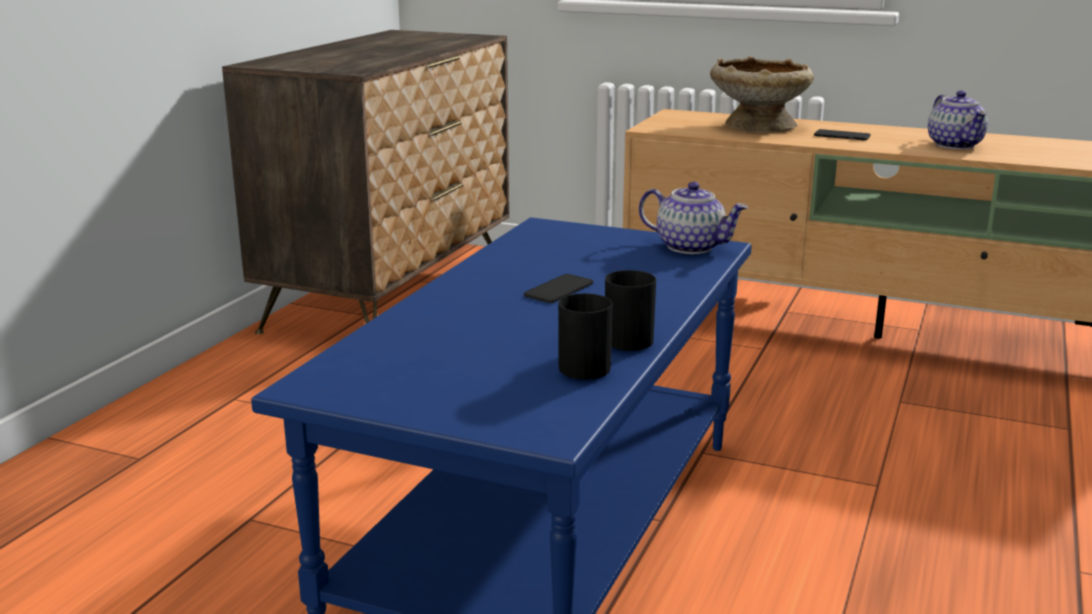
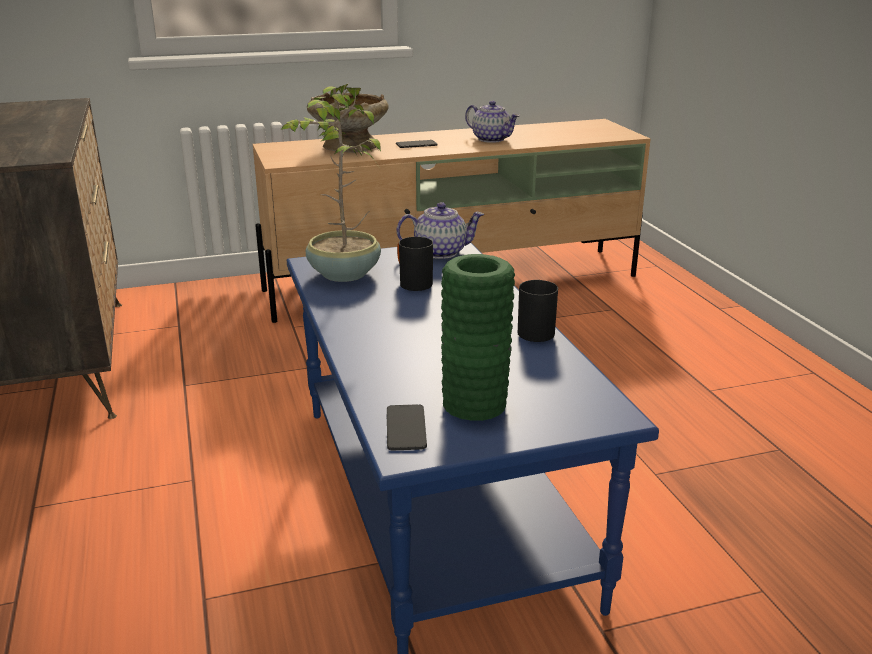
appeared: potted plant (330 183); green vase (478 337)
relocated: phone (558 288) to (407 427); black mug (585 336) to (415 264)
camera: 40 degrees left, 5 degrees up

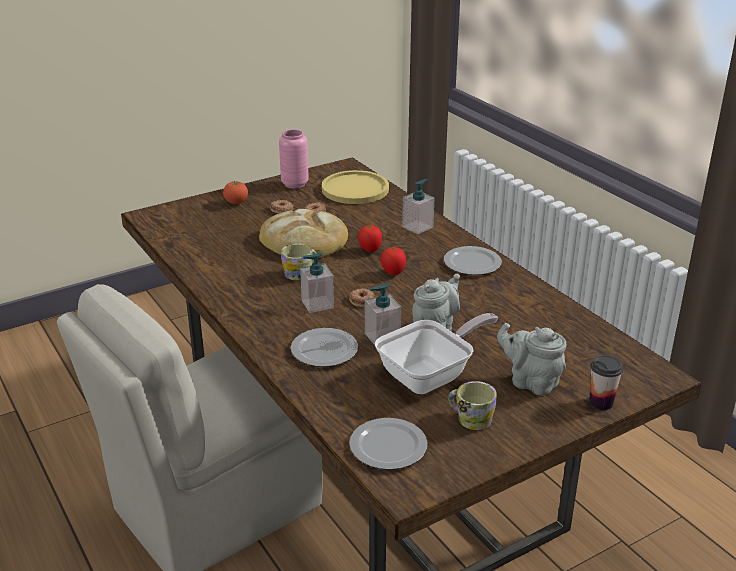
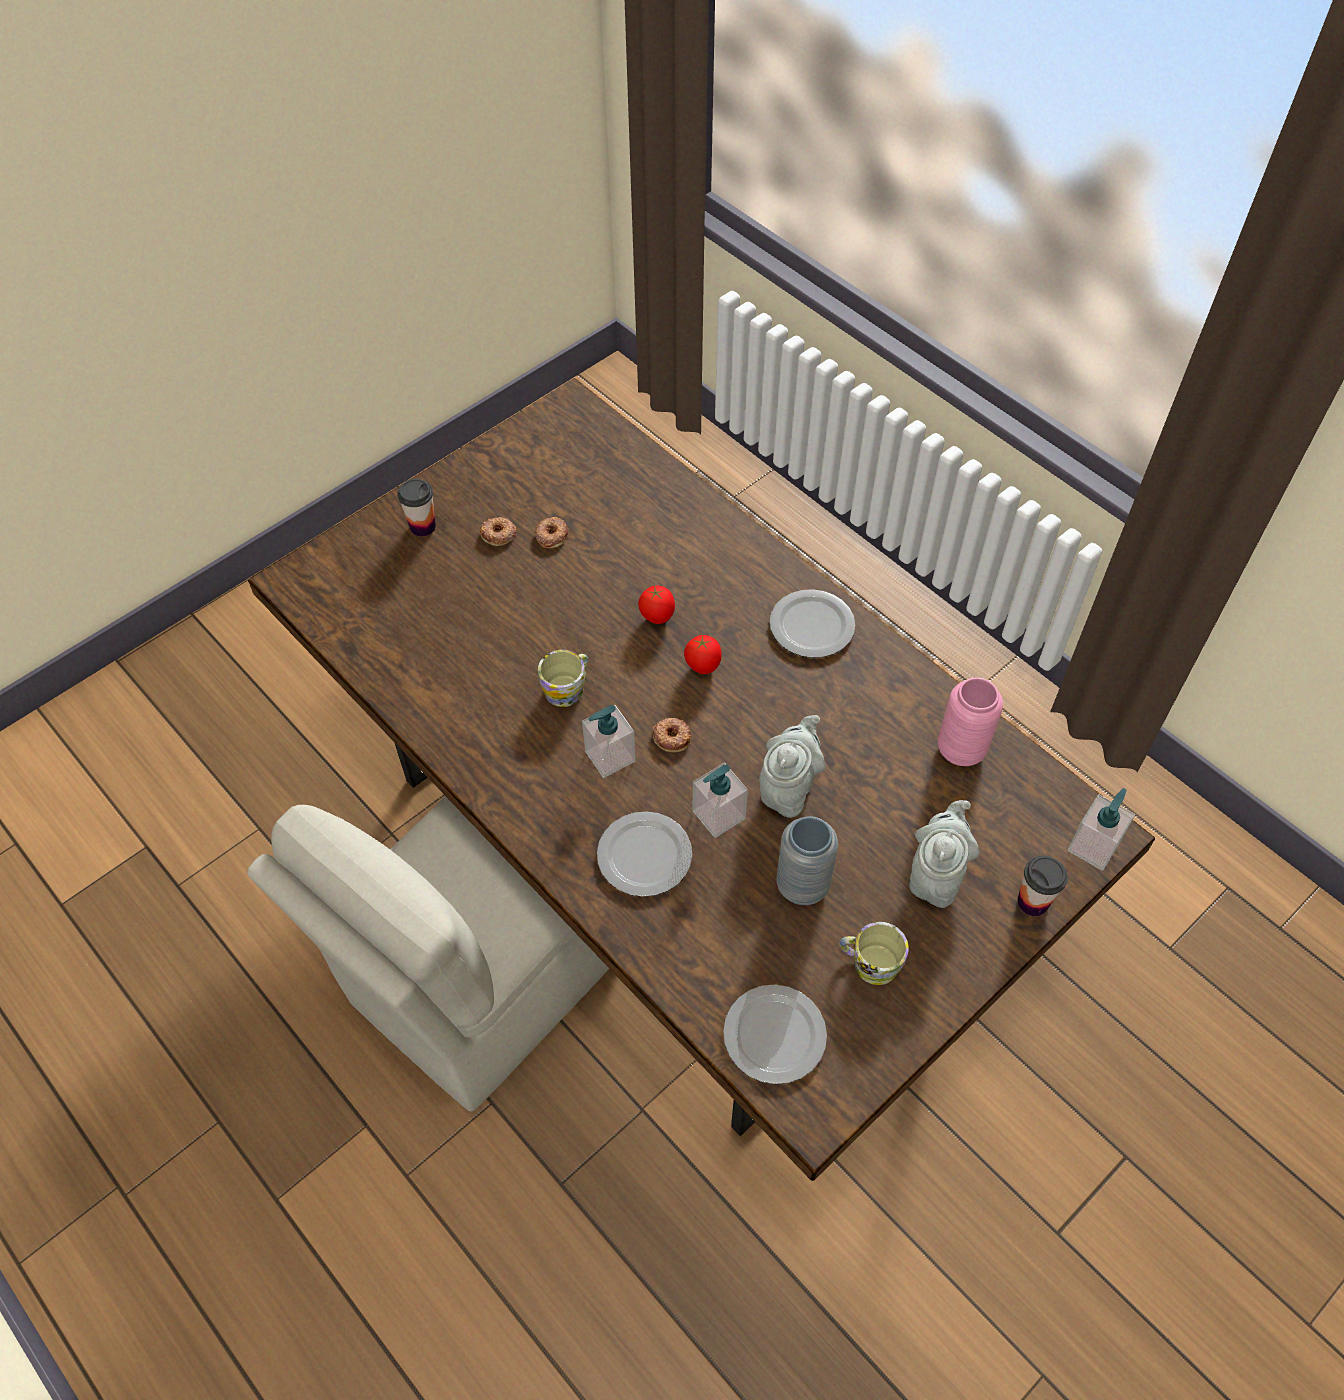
missing: bread (303 233); yellow plate (355 187)
relocated: pink vase (294 159) to (970 722); soap dispenser (418 206) to (1101 829)
exchanged: tomato (235 192) to cup (416 508); frying pan (436 353) to grey vase (807 860)
spun: grey teapot (531 359) = (944 854) 90 degrees clockwise
camera: 10 degrees left, 25 degrees up

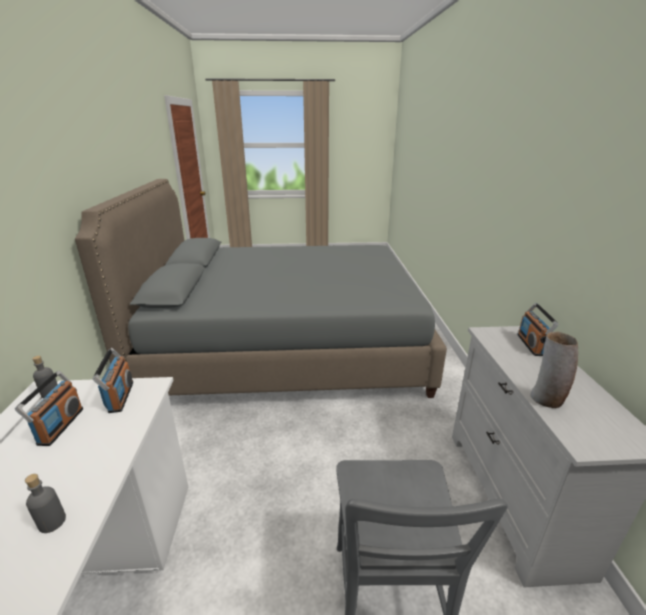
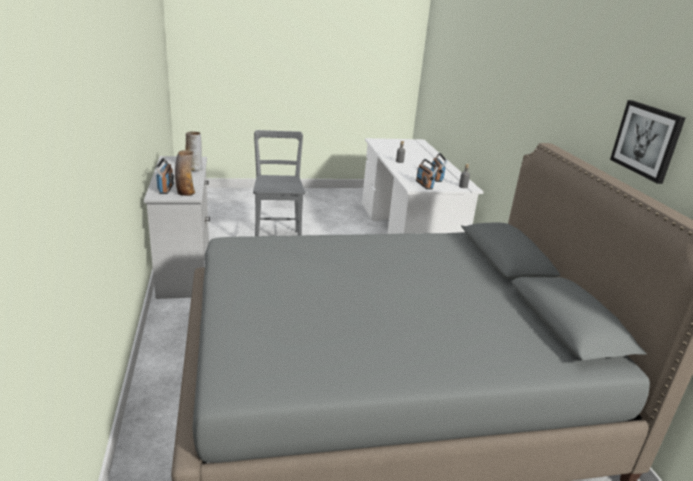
appeared: vase (185 173); picture (648 142)
camera: 170 degrees right, 0 degrees up

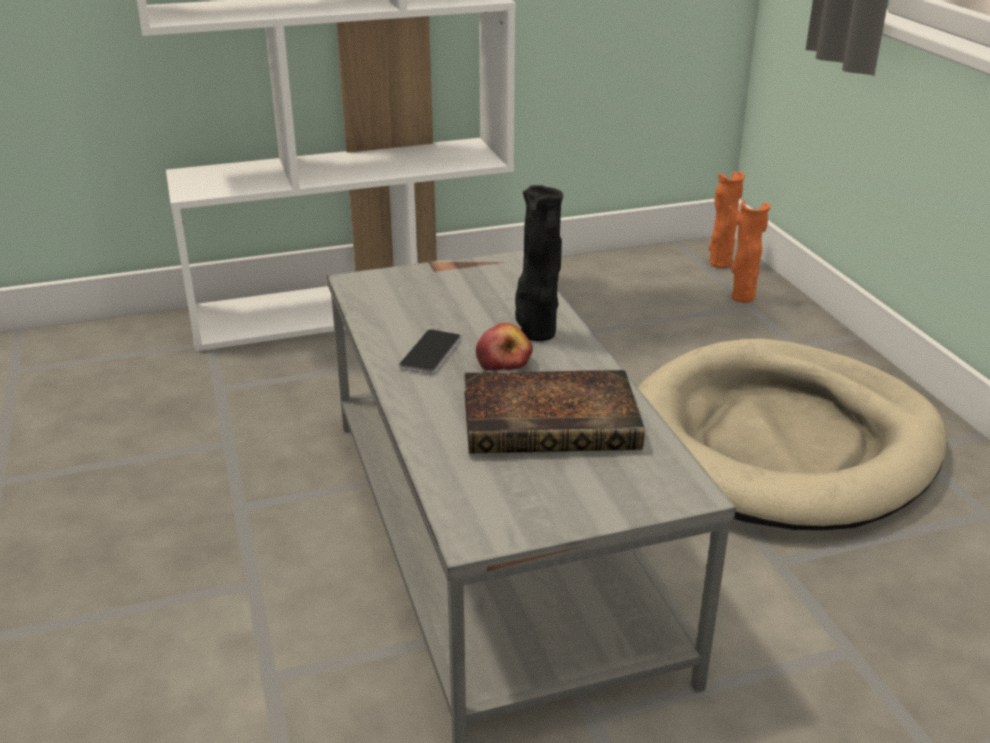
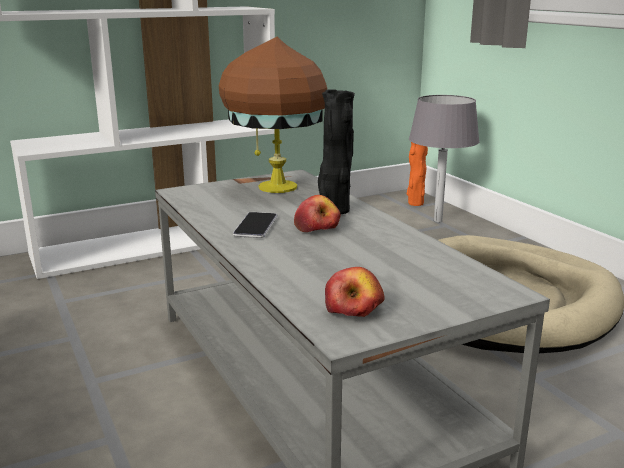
missing: book (554 412)
appeared: brown table lamp (273 115); apple (355 292)
exchanged: orange vase (751 251) to grey table lamp (444 158)
camera: 10 degrees left, 10 degrees down

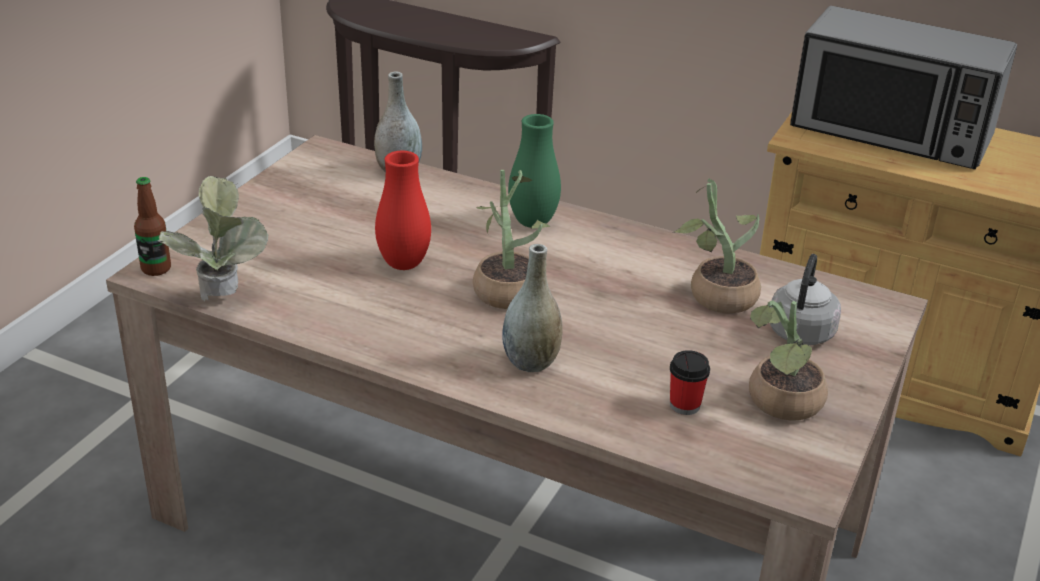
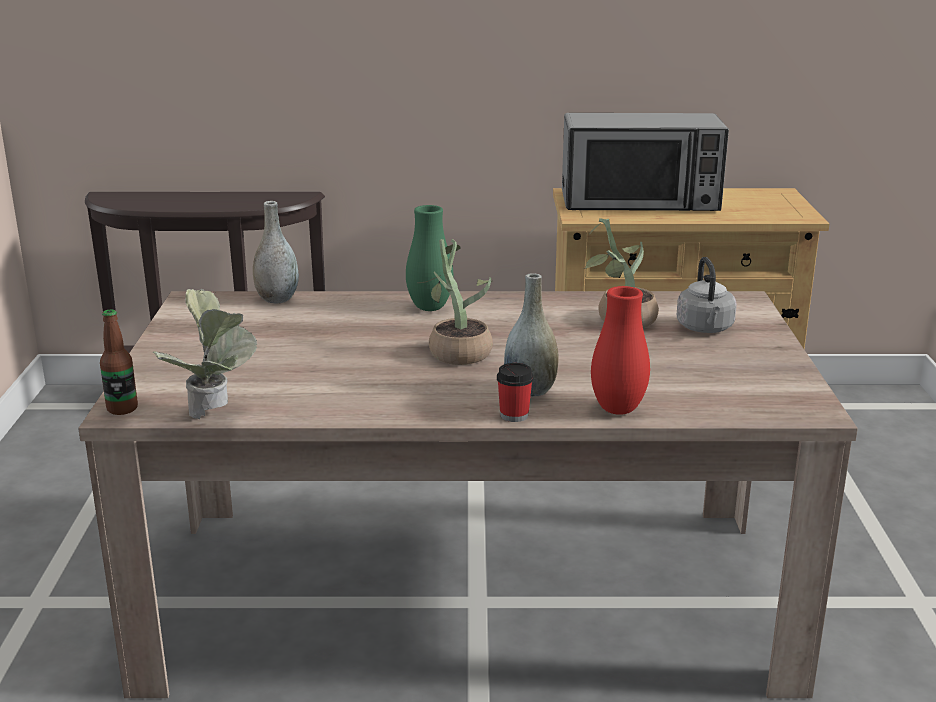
missing: potted plant (788 361)
relocated: red vase (403 210) to (620 350); cup (690 382) to (515 392)
camera: 25 degrees left, 10 degrees down

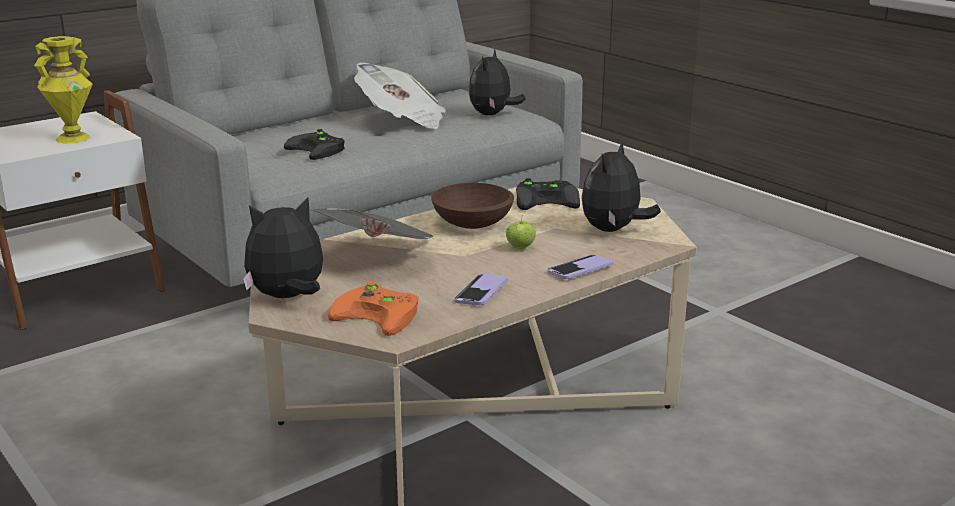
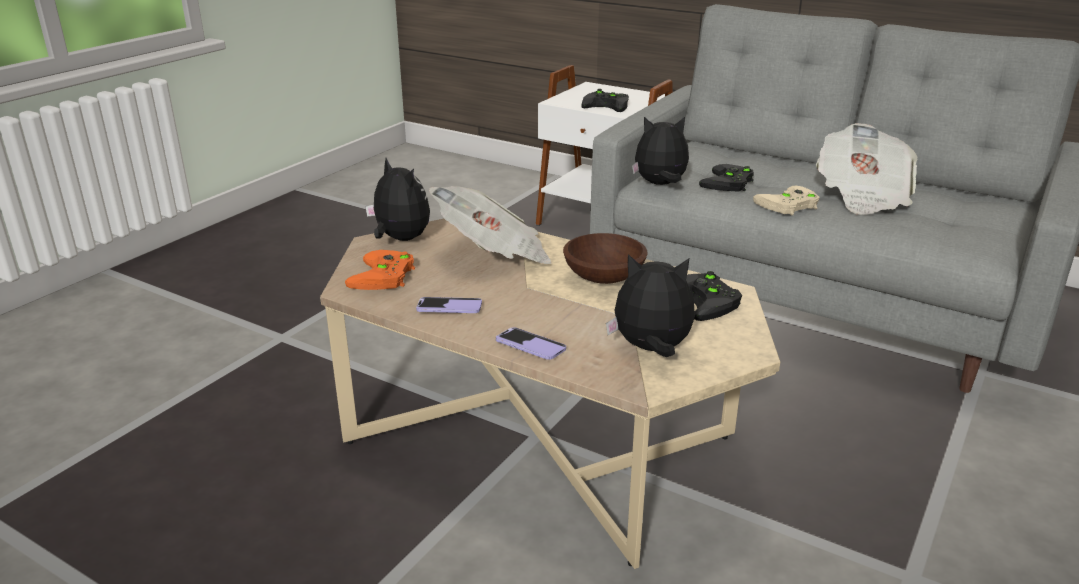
missing: apple (521 232)
appeared: beige game controller (786 201)
relocated: plush toy (496 82) to (660 151)
exchanged: yellow vase (63 90) to black game controller (605 100)
camera: 70 degrees right, 5 degrees up

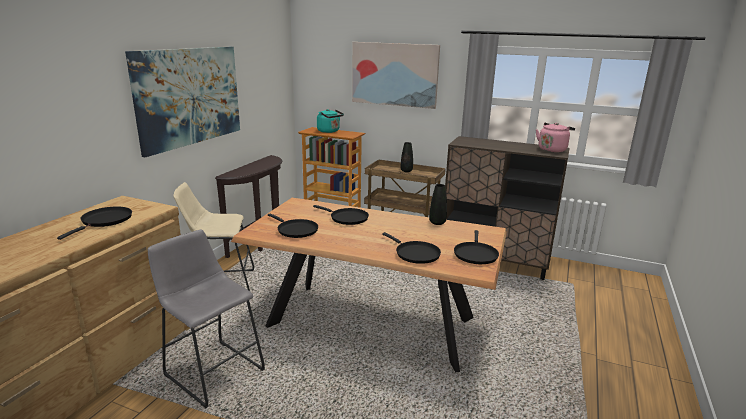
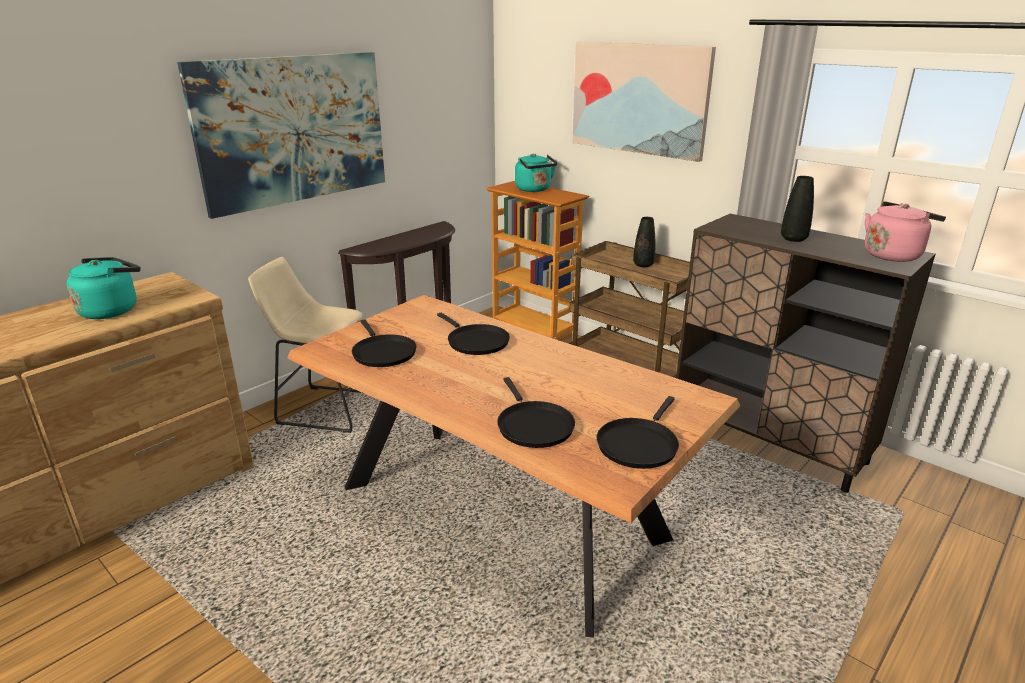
missing: grey stool (206 319)
relocated: black vase (438 204) to (797 209)
exchanged: black frying pan (94 223) to turquoise kettle (104 288)
camera: 20 degrees right, 5 degrees up

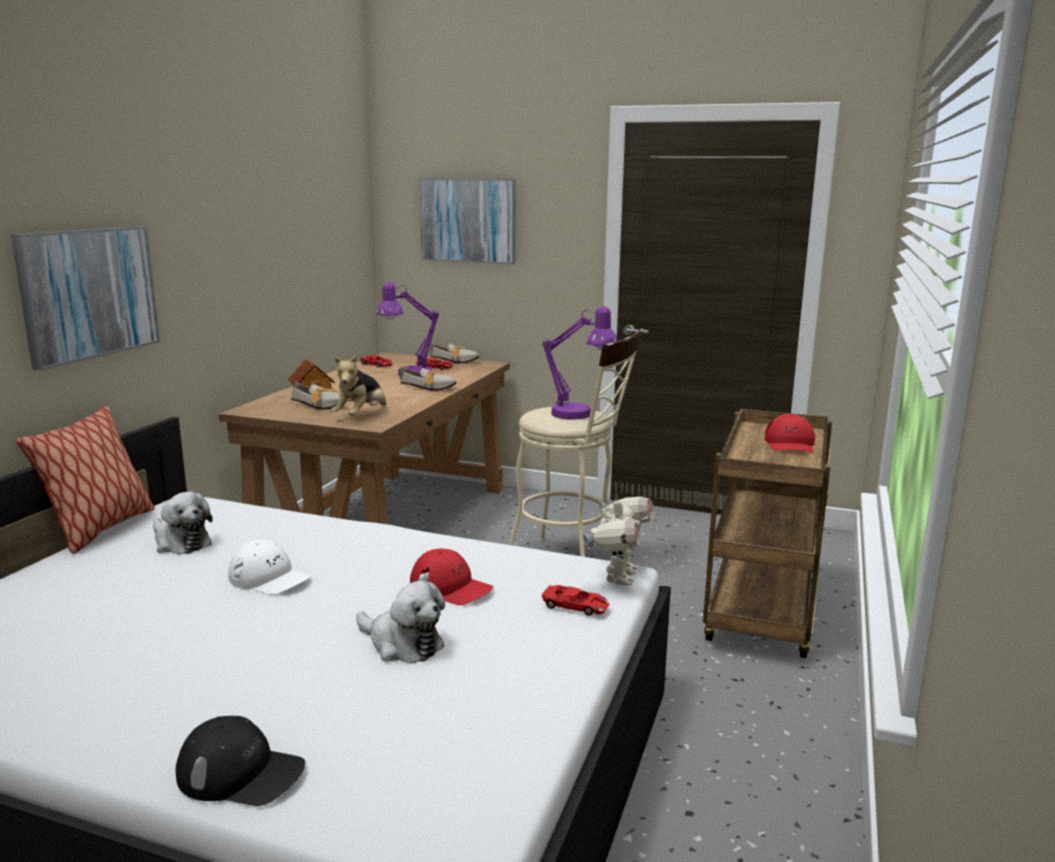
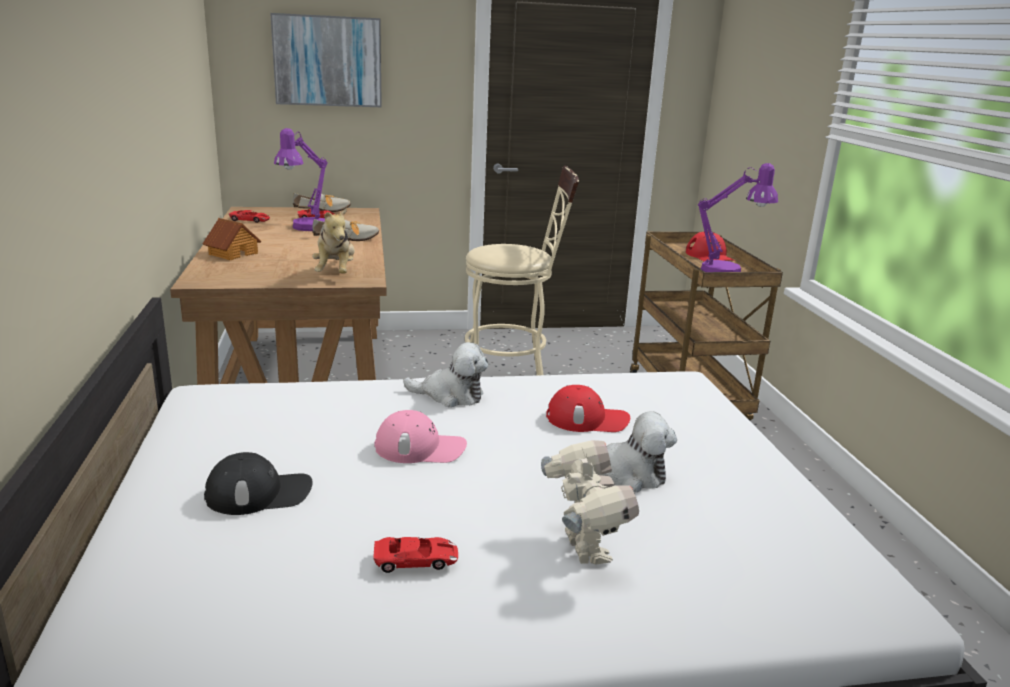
missing: picture (85 298); pillow (85 480); shoe (319 396)
relocated: plush toy (182 523) to (445 374); black cap (240 761) to (258 483); purple table lamp (579 363) to (738 217); red toy car (576 600) to (415 555); toy robot (618 539) to (590 502)
colour: white cap (269 567) to pink cap (420 436)
camera: 30 degrees left, 5 degrees up

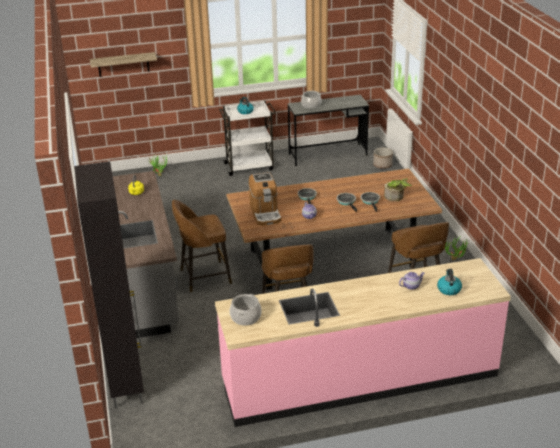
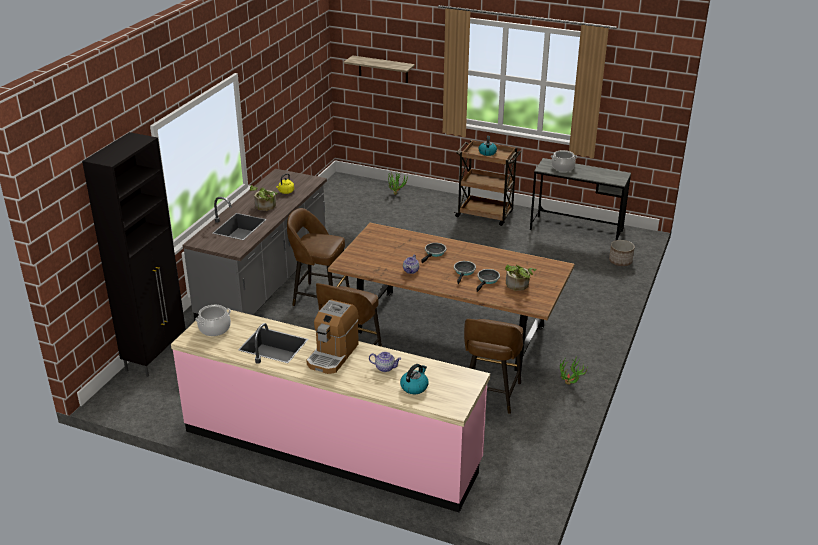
appeared: potted plant (264 198)
relocated: coffee machine (265 199) to (332 336)
colour: white cart (247 138) to brown cart (487 183)
camera: 35 degrees right, 0 degrees up

